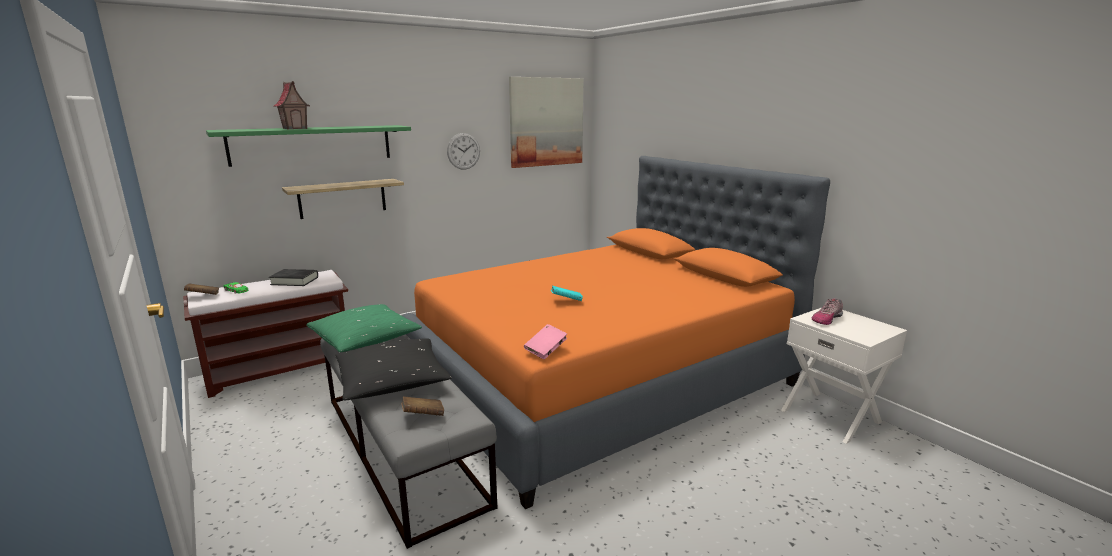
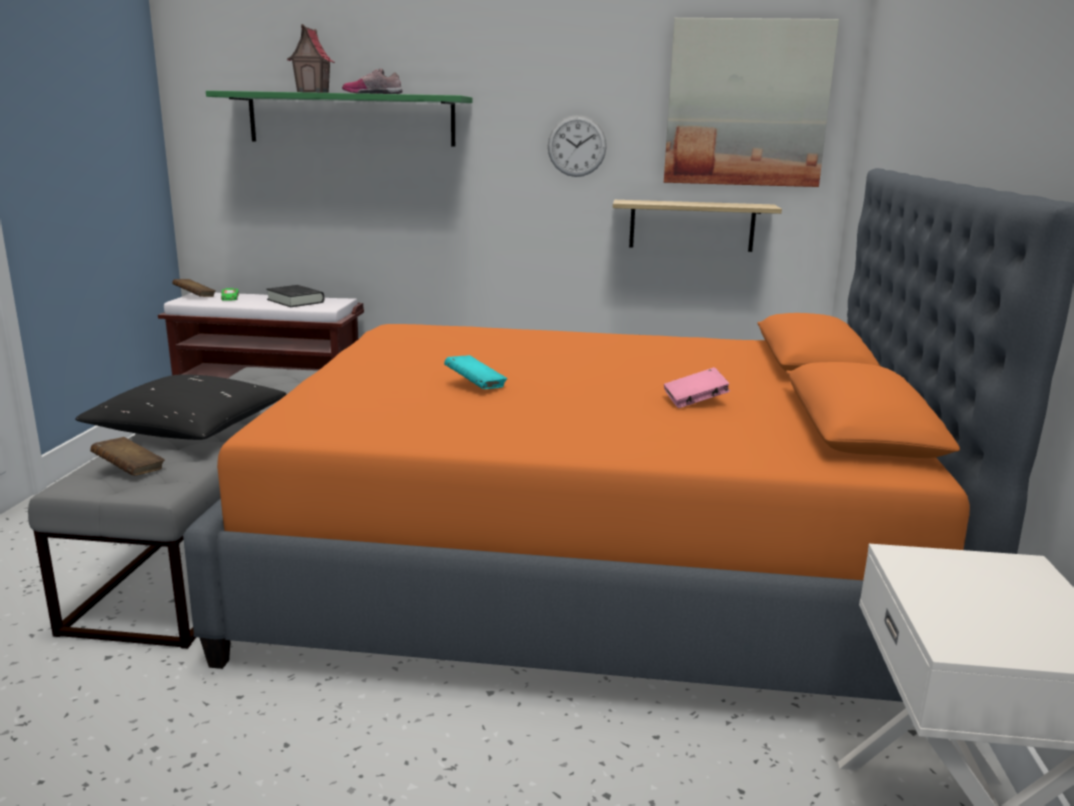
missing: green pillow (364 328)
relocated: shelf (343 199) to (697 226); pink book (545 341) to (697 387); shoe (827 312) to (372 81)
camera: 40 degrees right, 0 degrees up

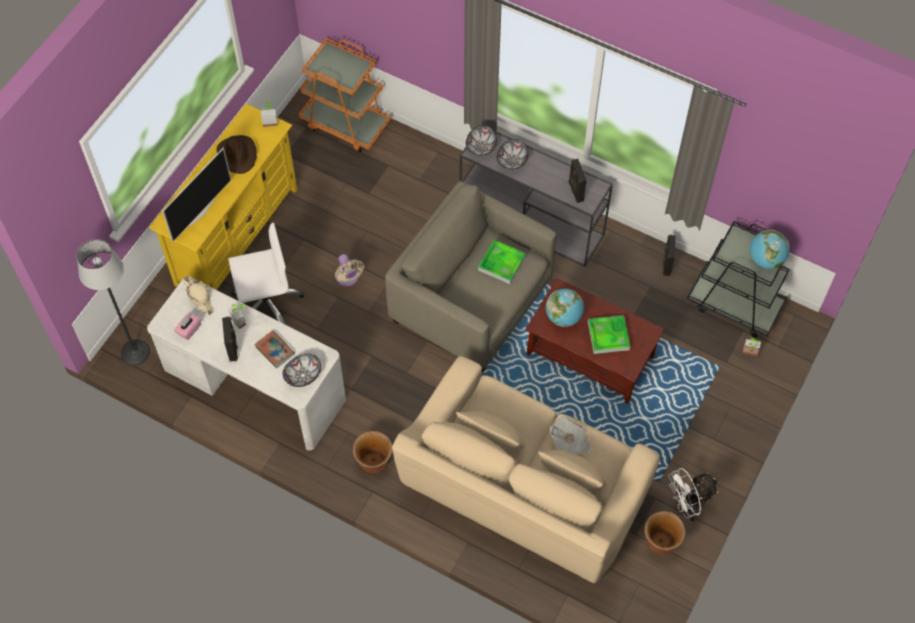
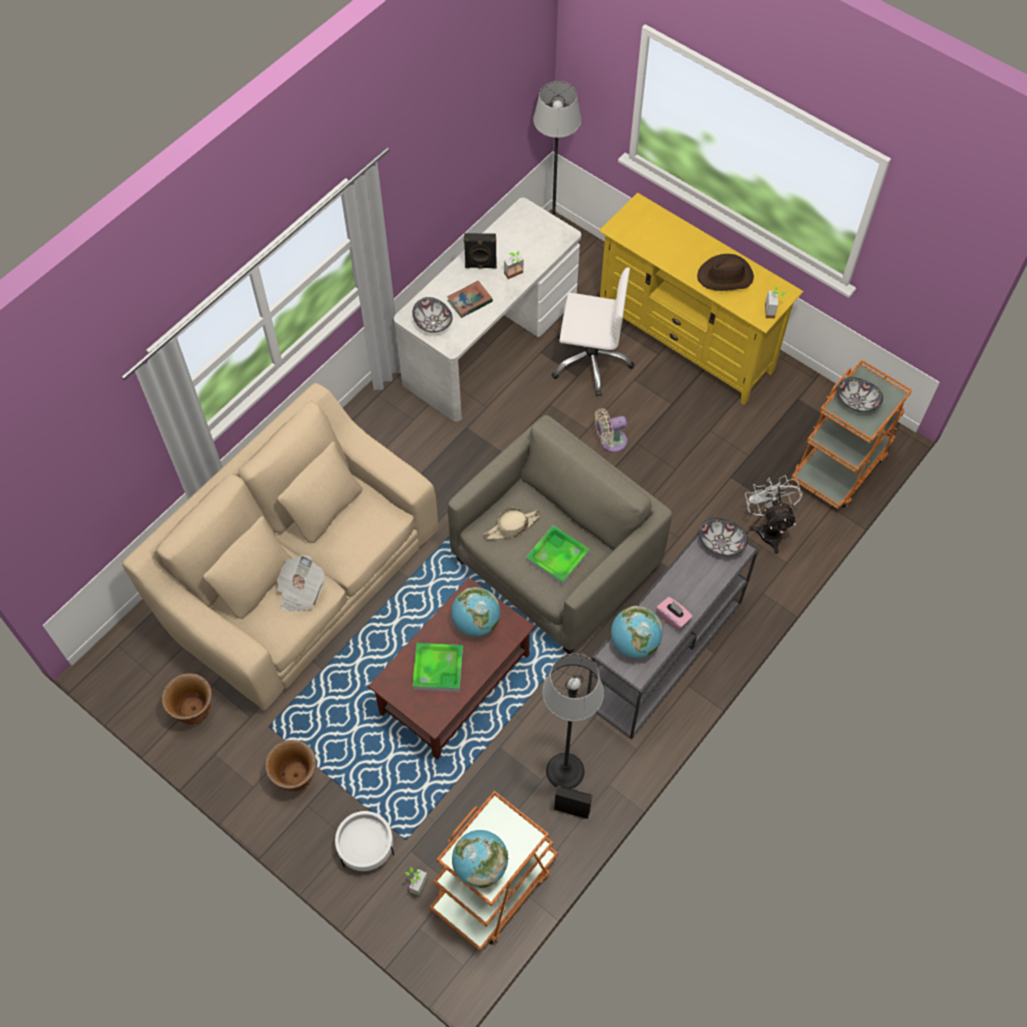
missing: television (196 195)
appeared: white planter (364 840); floor lamp (573 721)
relocated: pink tissue box (187 326) to (674 614); beige hat (198 295) to (512 523); brown planter (372 452) to (290 766); bowl (512 154) to (860 394); white fan (693 495) to (774 514)
exchanged: black speaker (578 181) to globe (637 632)
colour: black cart (739 279) to orange cart (494 871)
spun: white office chair (266 274) = (592 331) 75 degrees counterclockwise
camera: 100 degrees right, 0 degrees up

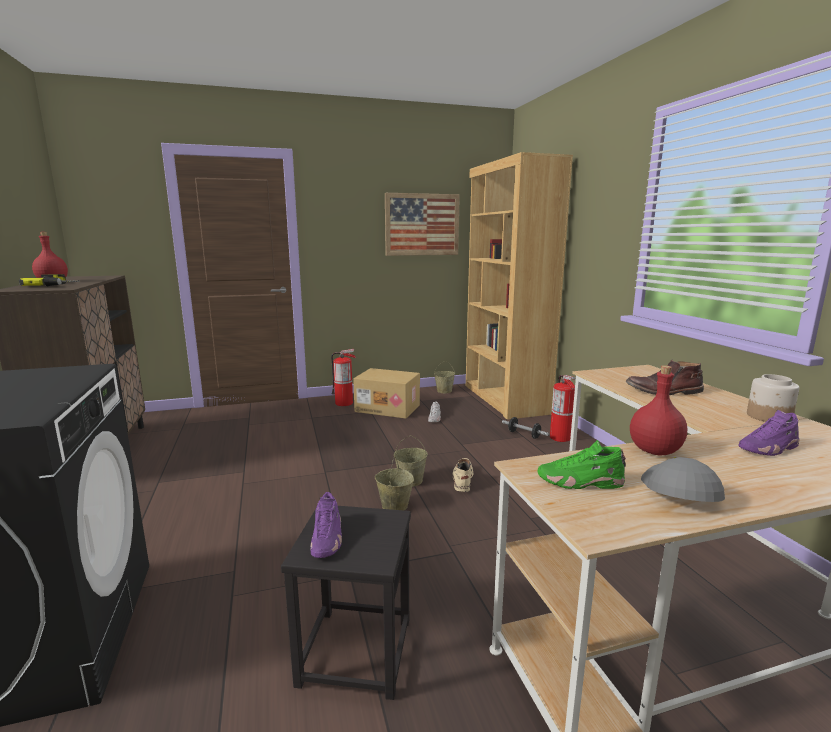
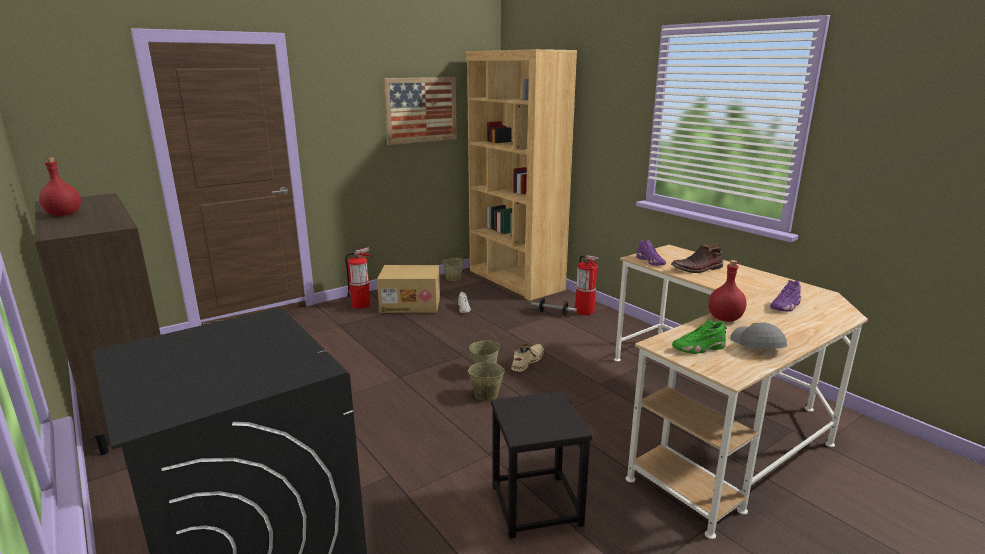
missing: power drill (49 280); jar (773 398)
relocated: purple shoe (326 525) to (651 253)
spun: beige boot (462 475) = (527 357) 45 degrees clockwise
camera: 20 degrees left, 5 degrees up

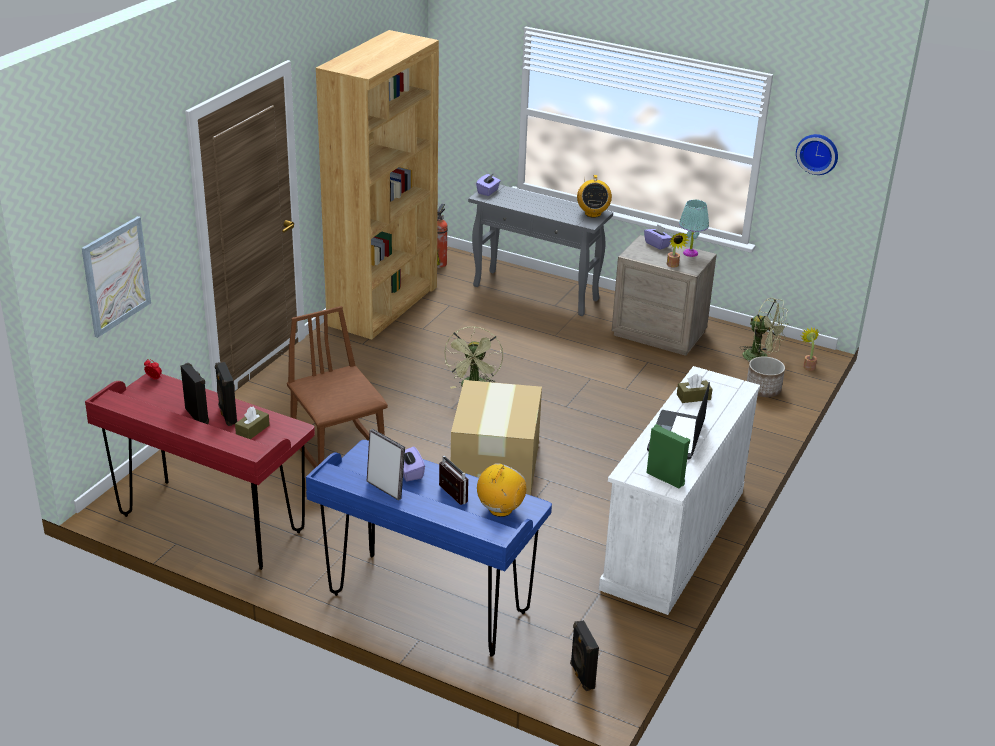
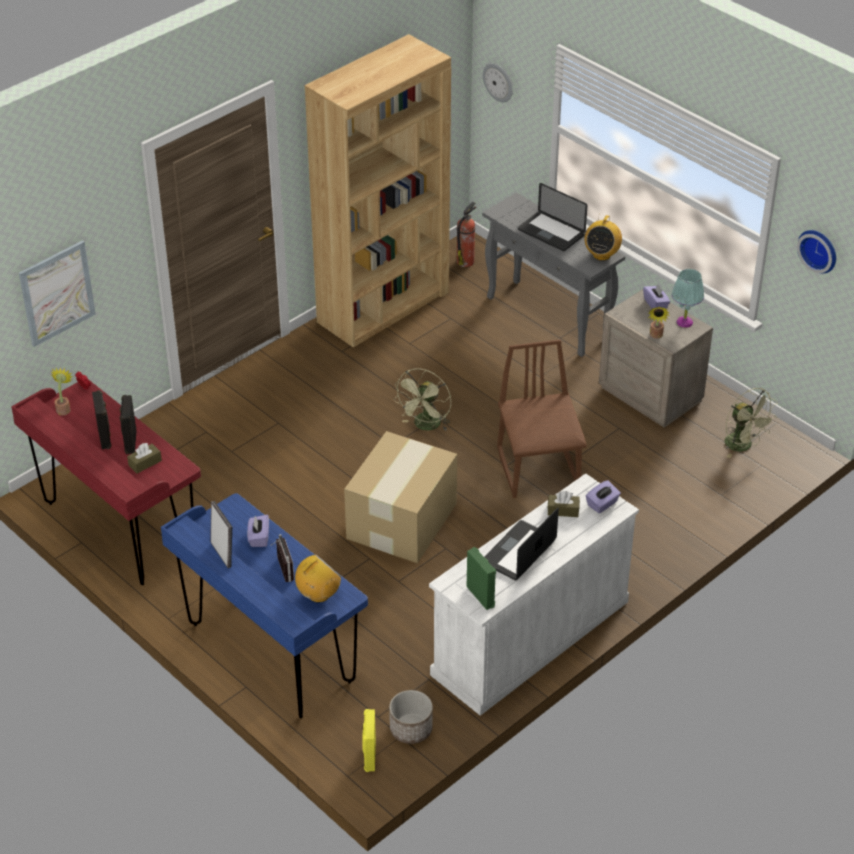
appeared: wall clock (498 82); laptop (553 217)
relocated: brown chair (337 387) to (542 419); purple tissue box (488 184) to (603 496); planter (766 376) to (411 717); potted plant (810 349) to (62 391)
colour: black speaker (584 655) to yellow speaker (369 740)
camera: 20 degrees right, 10 degrees up

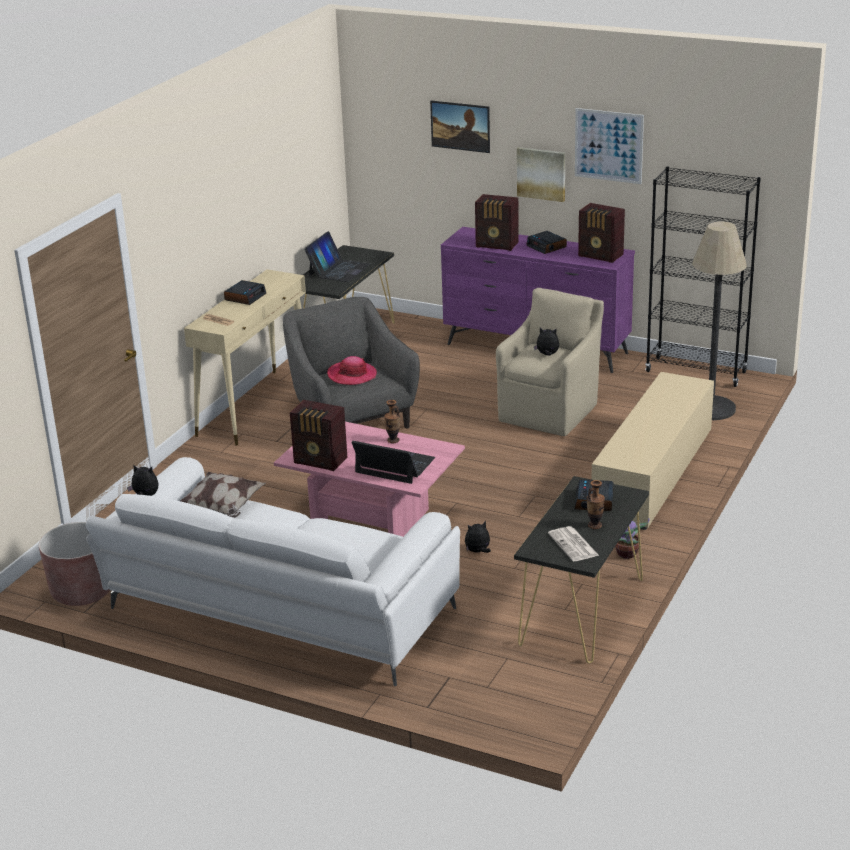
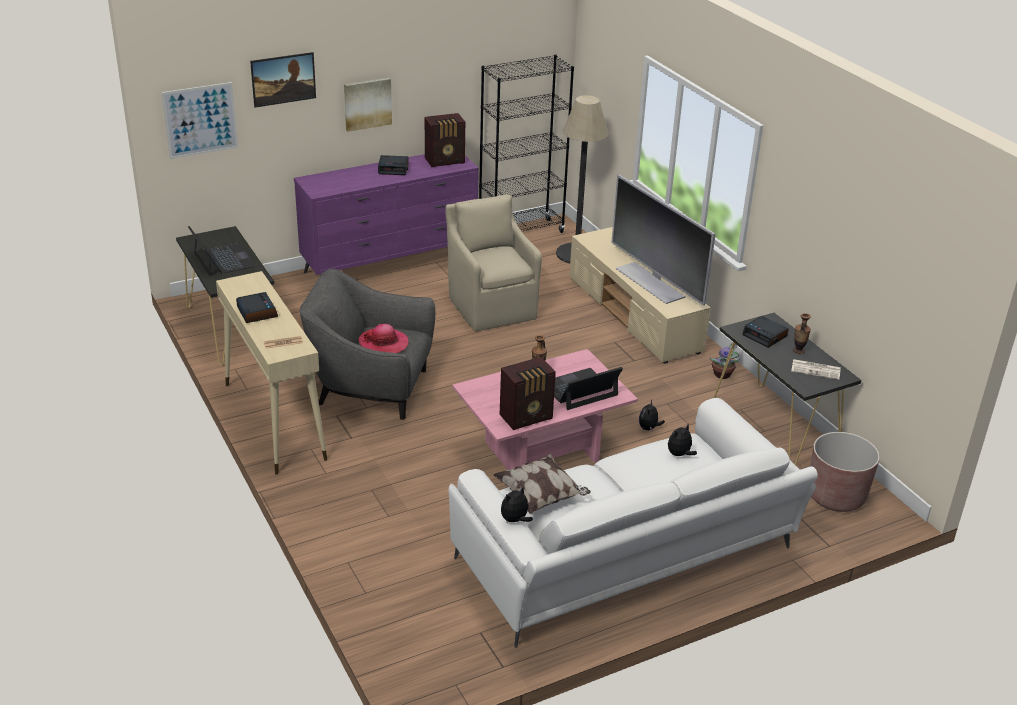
missing: radio (497 222)
appeared: television (663 240)
relocated: brown planter (74 564) to (845 472); plush toy (546 342) to (682 440); picture (609 146) to (199 120)
camera: 55 degrees left, 5 degrees up

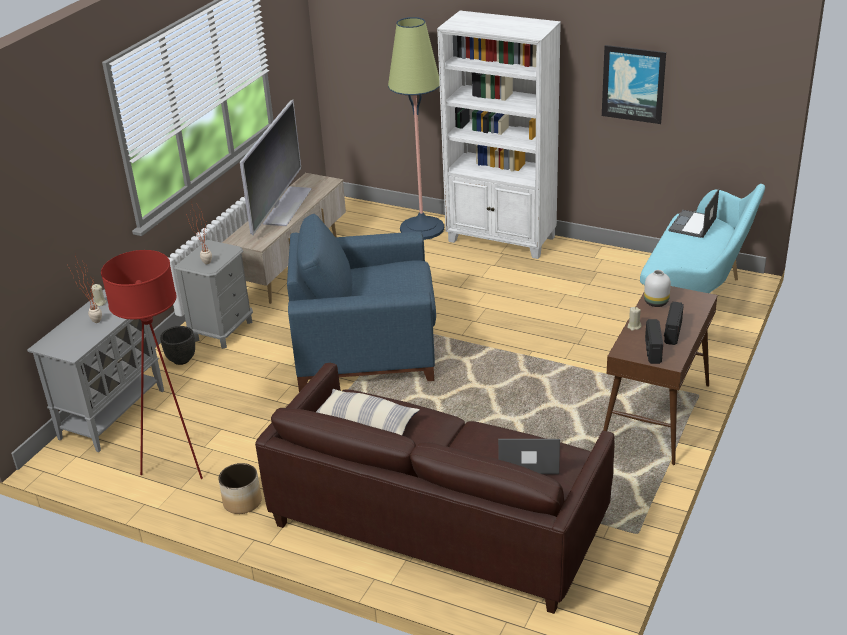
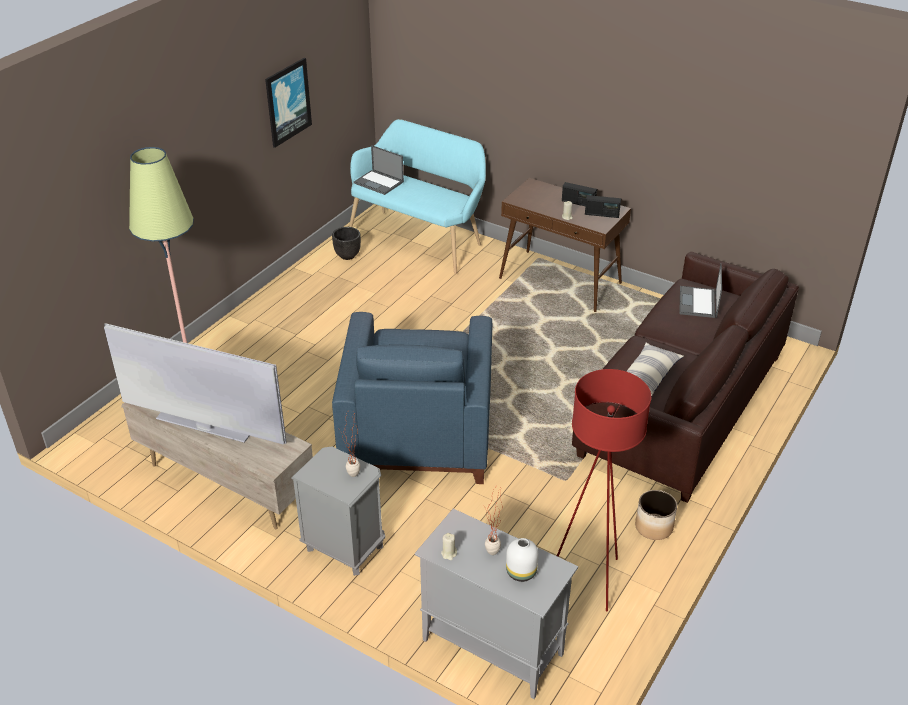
missing: white bookcase (499 135)
relocated: black planter (177 345) to (346 243); white vase (657 288) to (522 560)
camera: 85 degrees left, 5 degrees up

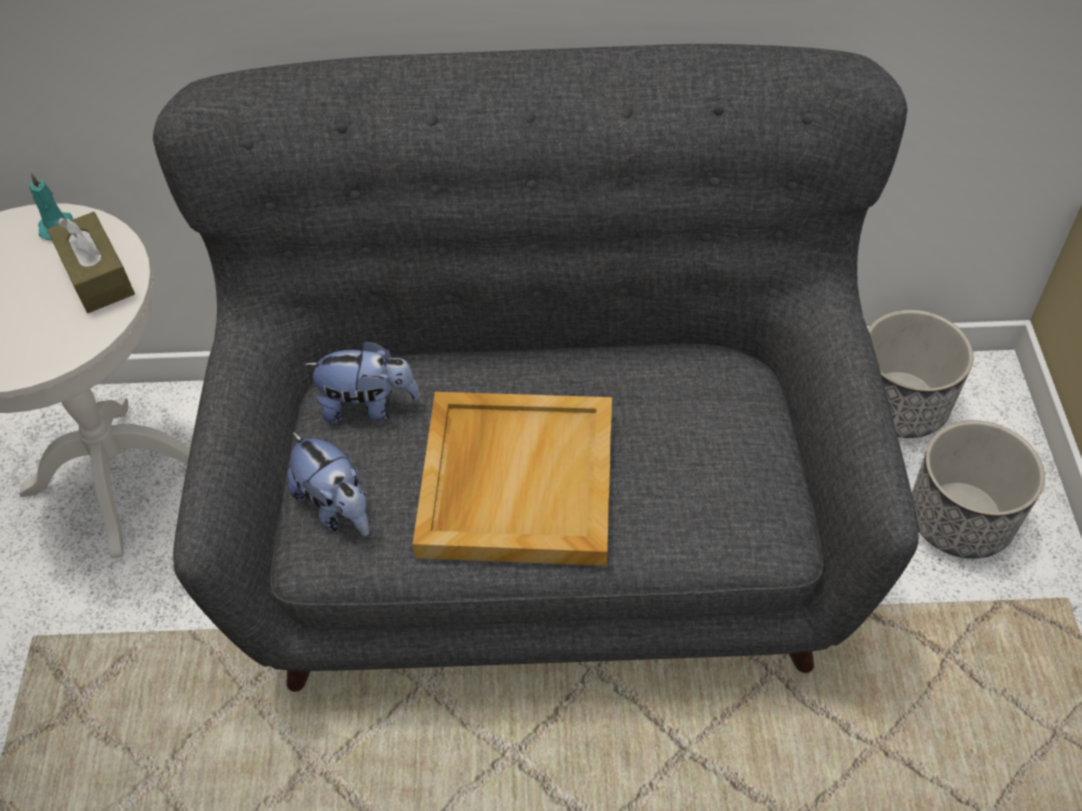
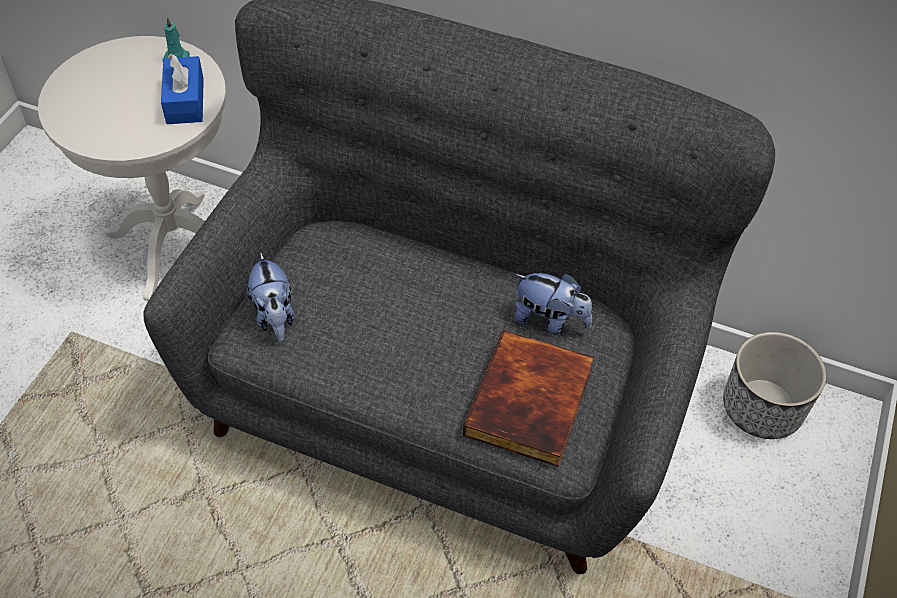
missing: beige tray (512 479); planter (978 489)
appeared: book (528 398)
relocated: plush toy (361 381) to (553 304)
colour: brown tissue box (91 262) to blue tissue box (182 89)
camera: 20 degrees right, 0 degrees up

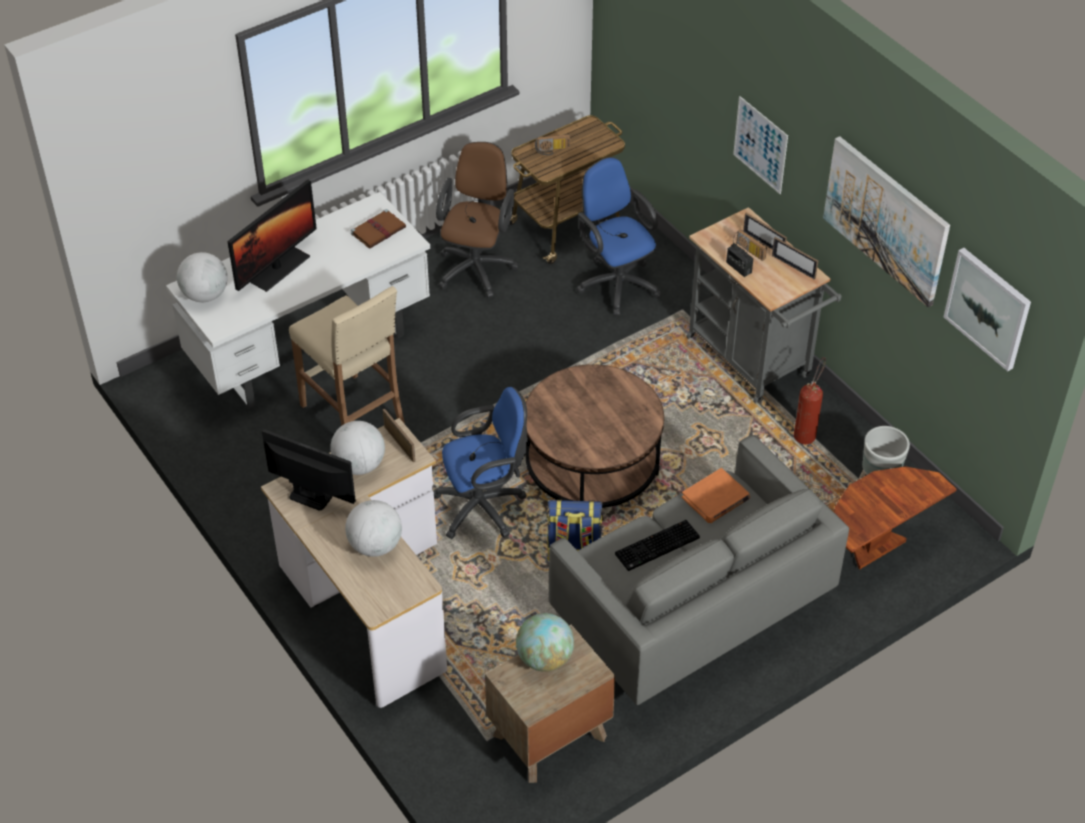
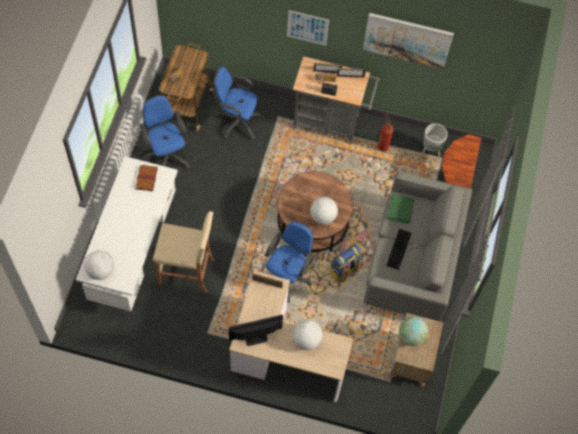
missing: monitor (272 235); picture (987 309)
relocated: globe (357 448) to (324 210)
colour: brown office chair (477 220) to blue office chair (165 132); orange book (716 495) to green book (400 209)
camera: 45 degrees left, 15 degrees up

